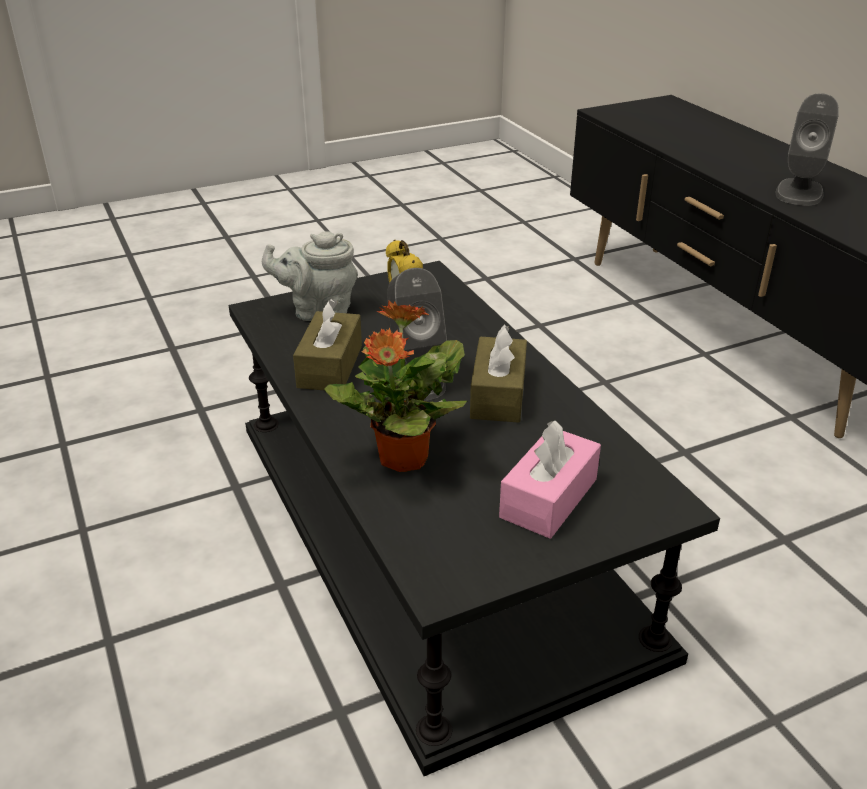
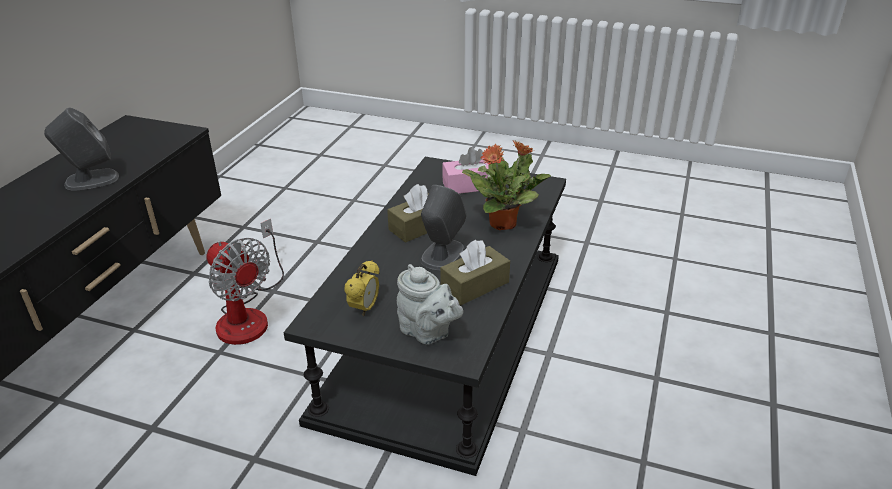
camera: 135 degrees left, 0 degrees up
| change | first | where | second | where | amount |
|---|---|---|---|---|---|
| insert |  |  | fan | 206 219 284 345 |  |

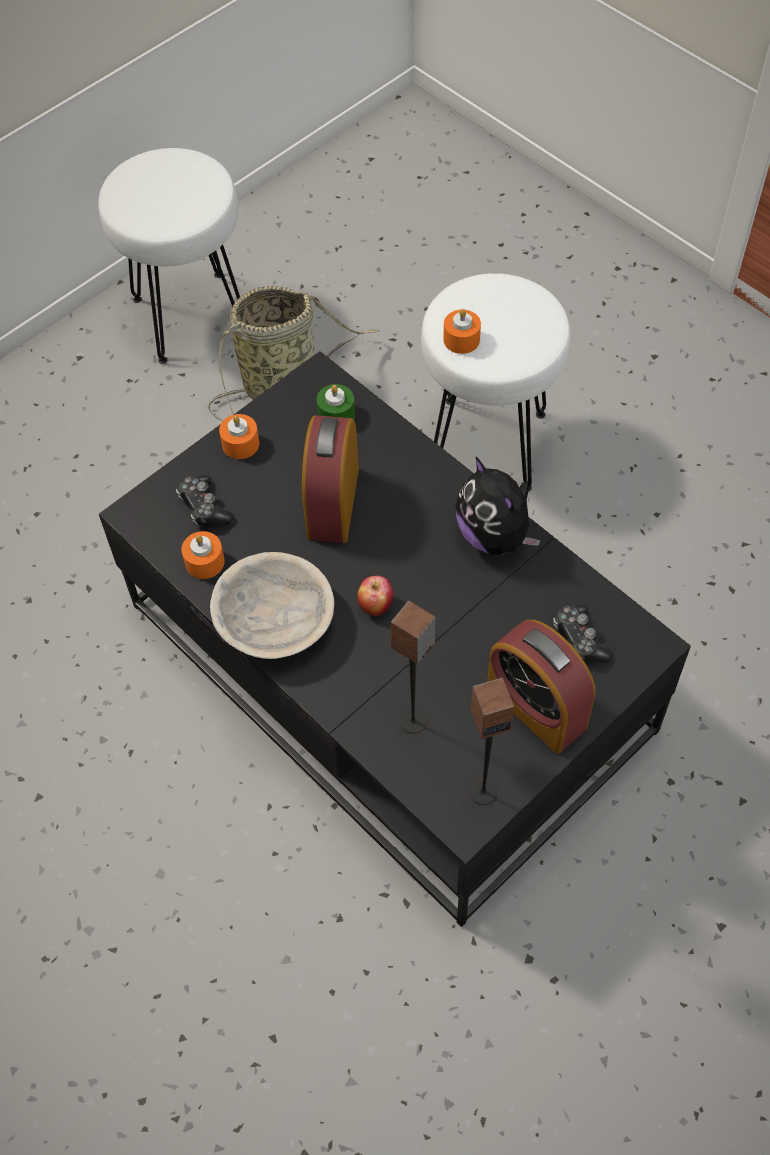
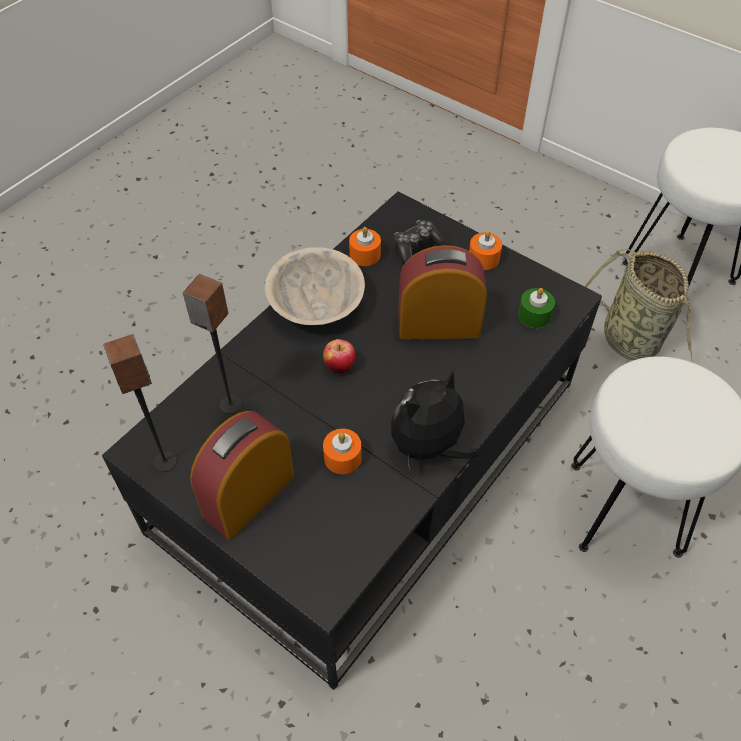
camera: 80 degrees right, 5 degrees down
| change | first | where | second | where | amount |
|---|---|---|---|---|---|
| move | orange candle | 443 309 481 354 |  | 323 429 362 474 |  |
| delete | game controller | 553 604 612 663 |  |  |  |

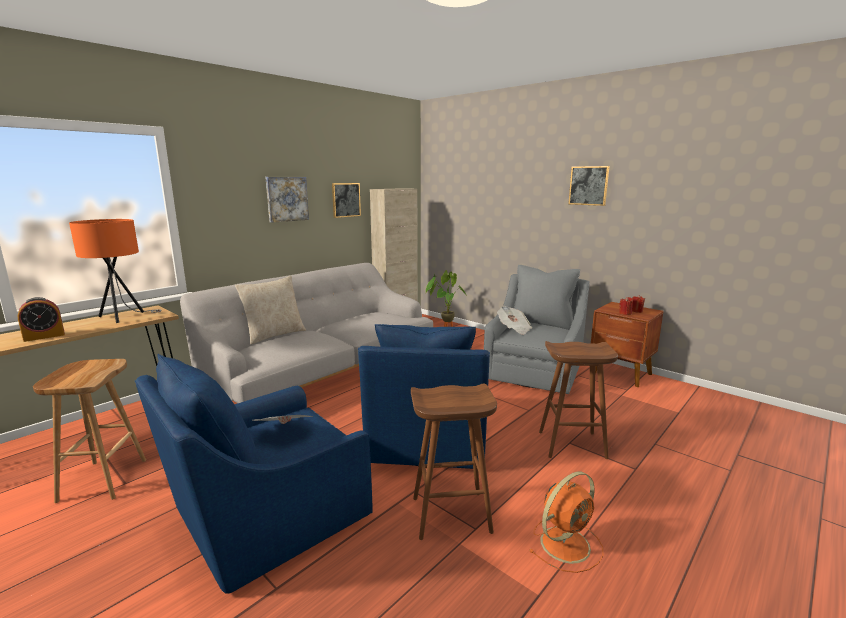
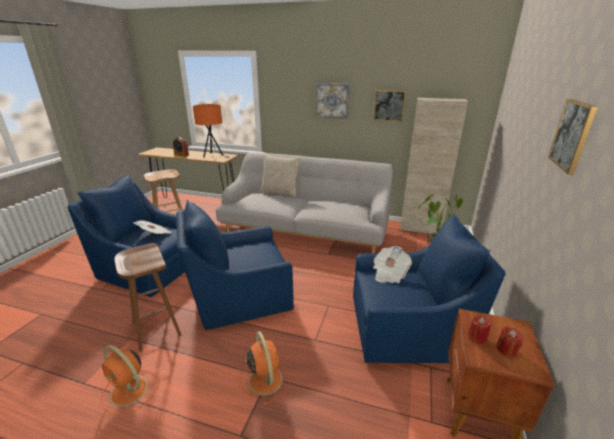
camera: 65 degrees right, 10 degrees up
| change | first | where | second | where | amount |
|---|---|---|---|---|---|
| replace | brown stool | 539 341 618 459 | orange fan | 240 331 290 405 |  |
| recolor | grey armchair | 484 265 590 394 | blue armchair | 353 214 505 363 |  |

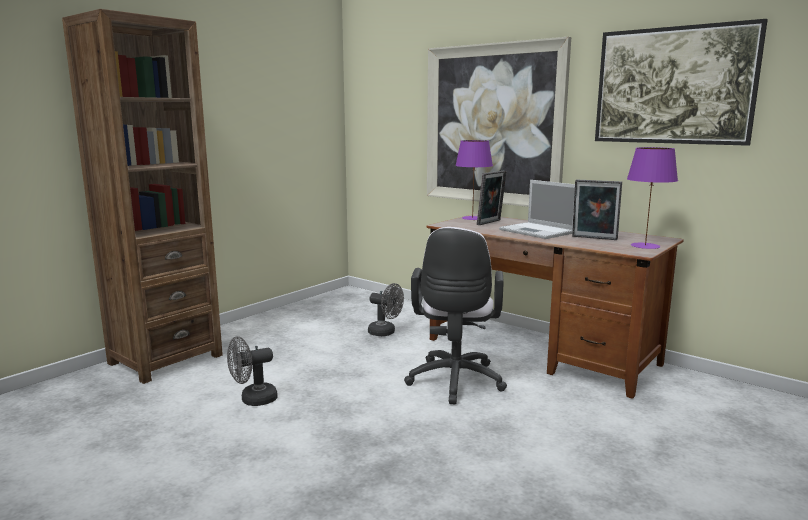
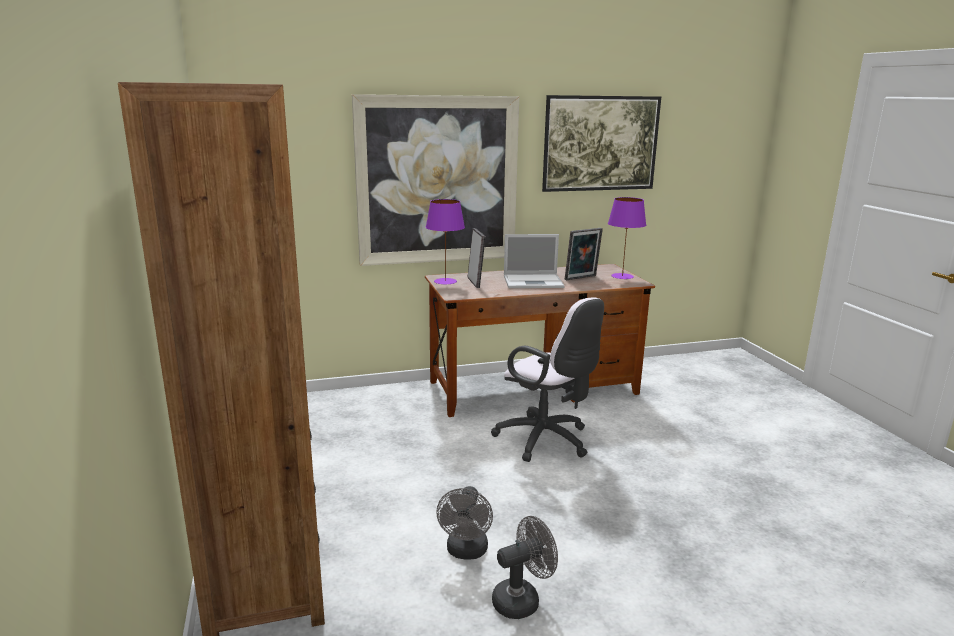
camera: 55 degrees left, 5 degrees up
| change | first | where | second | where | amount |
|---|---|---|---|---|---|
| move | grey fan | 368 283 404 336 |  | 492 516 558 619 |  |

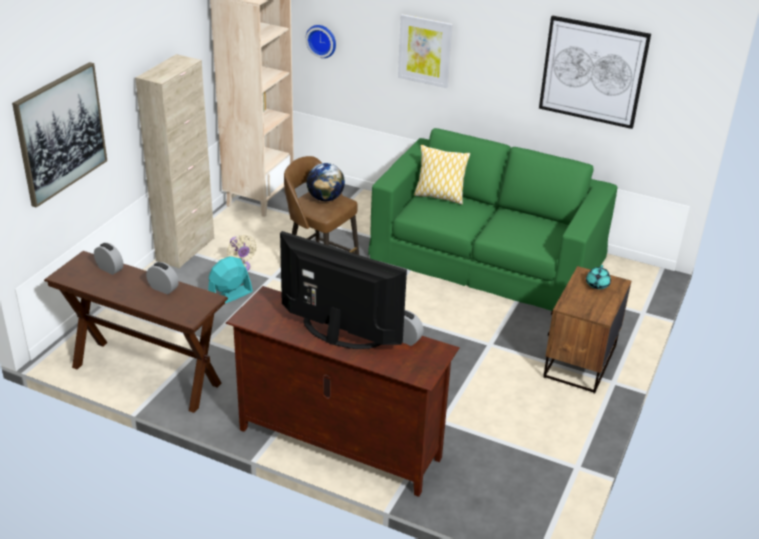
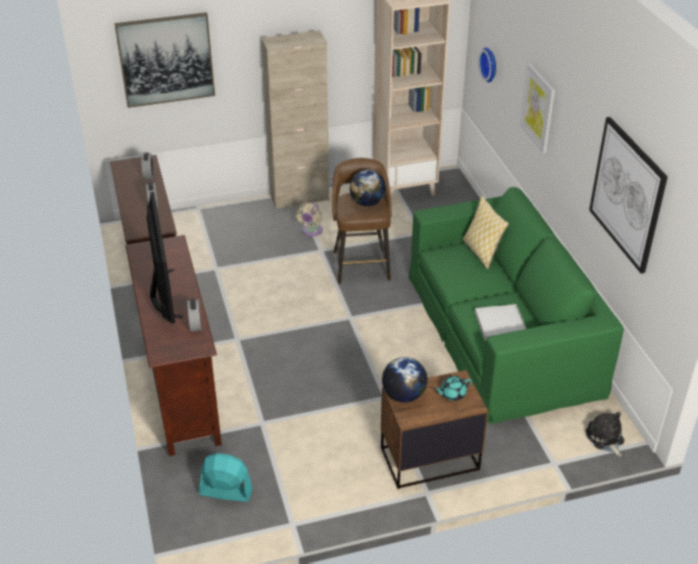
camera: 50 degrees right, 5 degrees up
| change | first | where | second | where | amount |
|---|---|---|---|---|---|
| move | turquoise fan | 208 256 253 303 |  | 199 453 253 502 |  |
| insert |  |  | globe | 382 357 427 403 |  |
| insert |  |  | white tray | 475 304 526 341 |  |
| insert |  |  | plush toy | 586 412 624 457 |  |

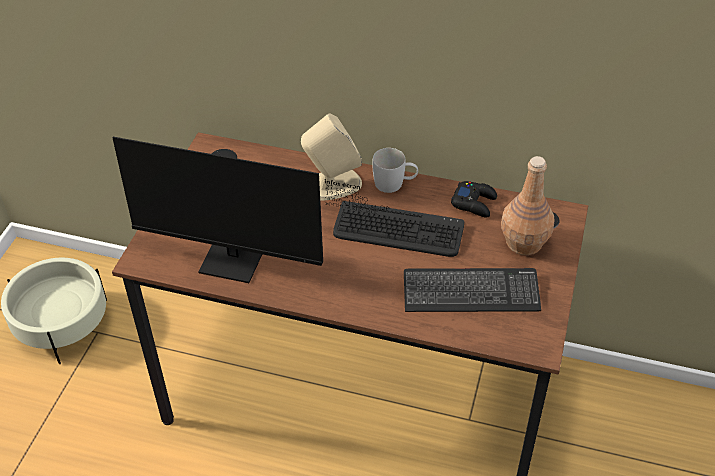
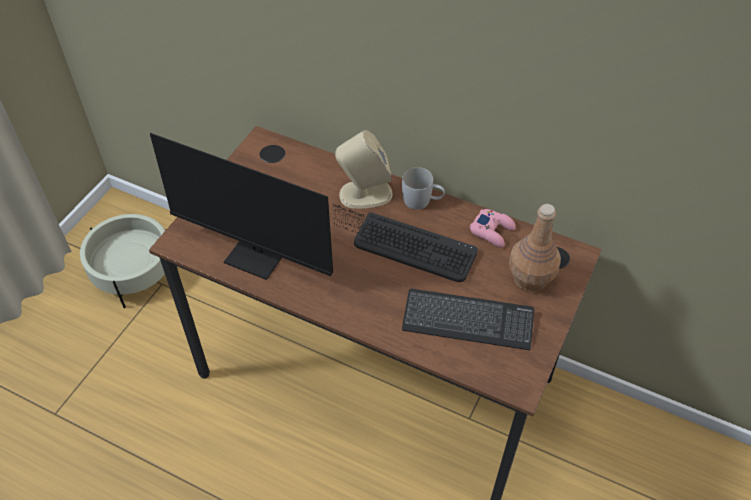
camera: 10 degrees right, 5 degrees up
| change | first | where | second | where | amount |
|---|---|---|---|---|---|
| recolor | black game controller | 451 181 497 218 | pink game controller | 470 209 516 248 |  |

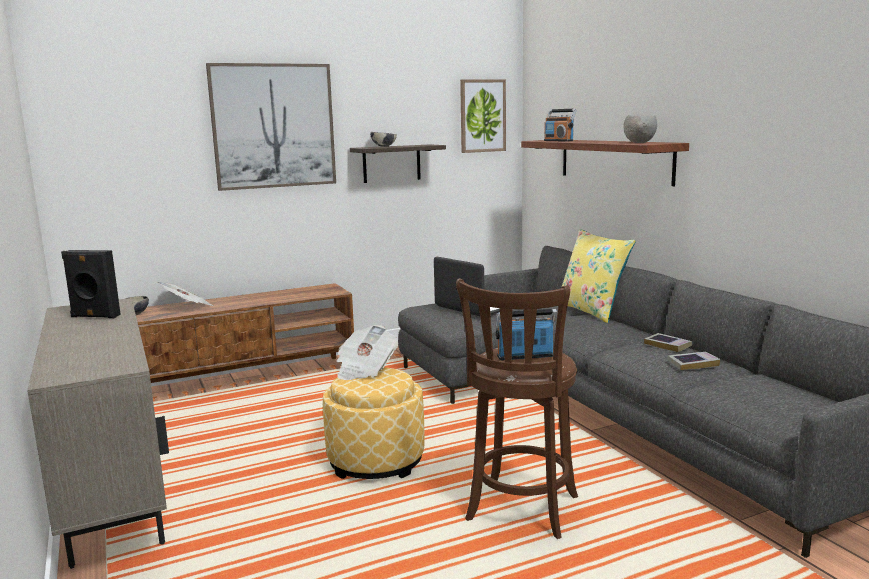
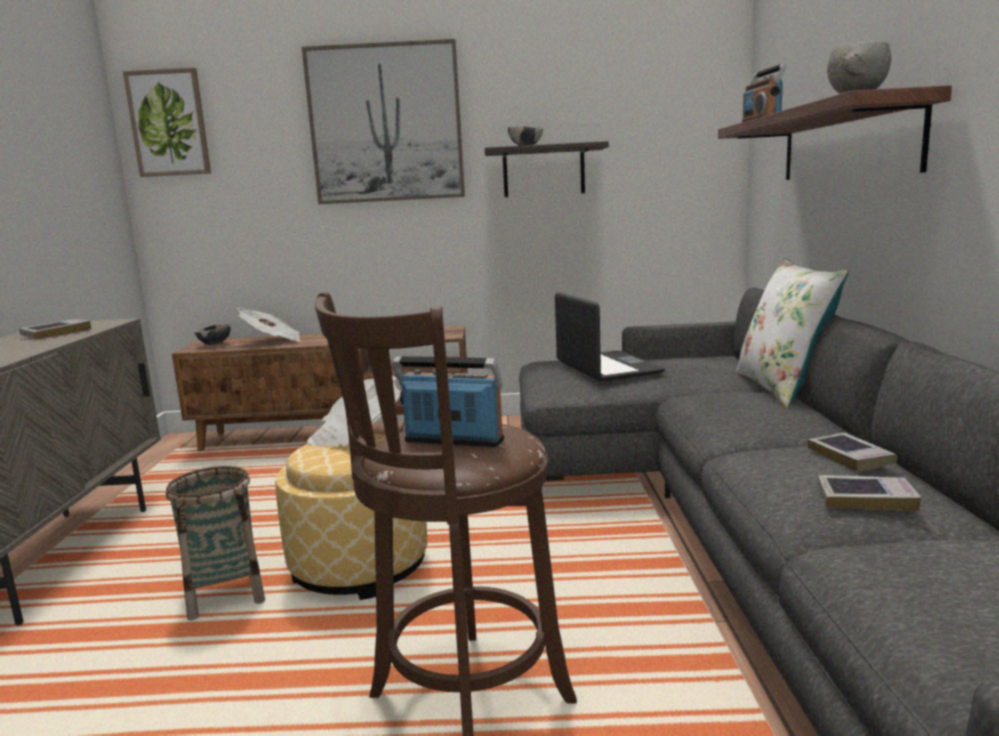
camera: 25 degrees right, 0 degrees up
| change | first | where | second | where | amount |
|---|---|---|---|---|---|
| replace | black speaker | 61 250 121 318 | book | 19 319 91 339 |  |
| move | picture | 460 79 506 153 |  | 123 68 211 177 |  |
| insert |  |  | basket | 166 466 265 621 |  |
| recolor | yellow pillow | 562 229 636 323 | white pillow | 736 258 849 408 |  |

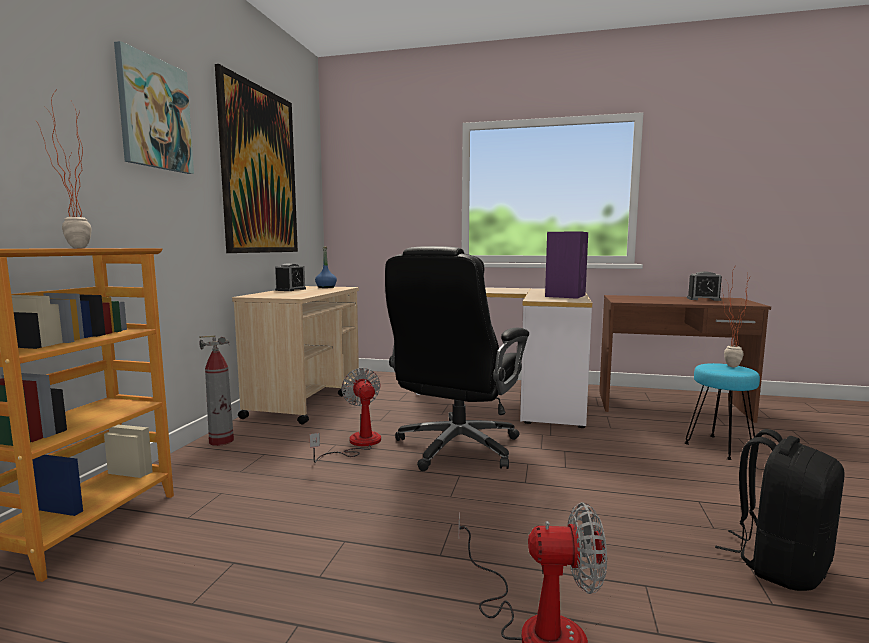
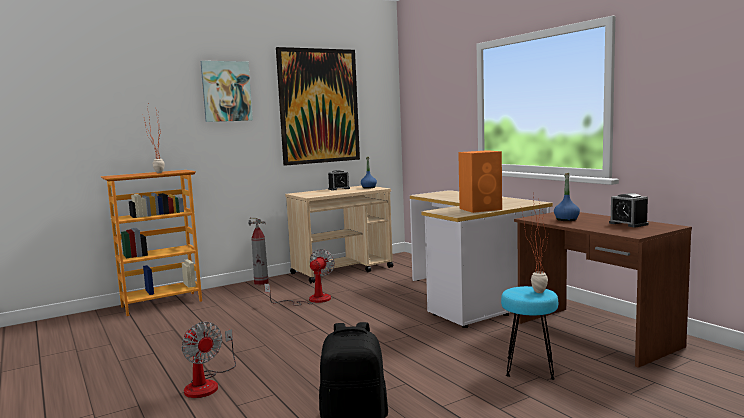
camera: 45 degrees right, 0 degrees up
| change | first | where | second | where | amount |
|---|---|---|---|---|---|
| recolor | purple speaker | 545 231 588 299 | orange speaker | 458 150 502 213 |  |
| insert |  |  | blue bottle | 554 173 580 221 |  |
| delete | black office chair | 385 246 529 471 |  |  |  |

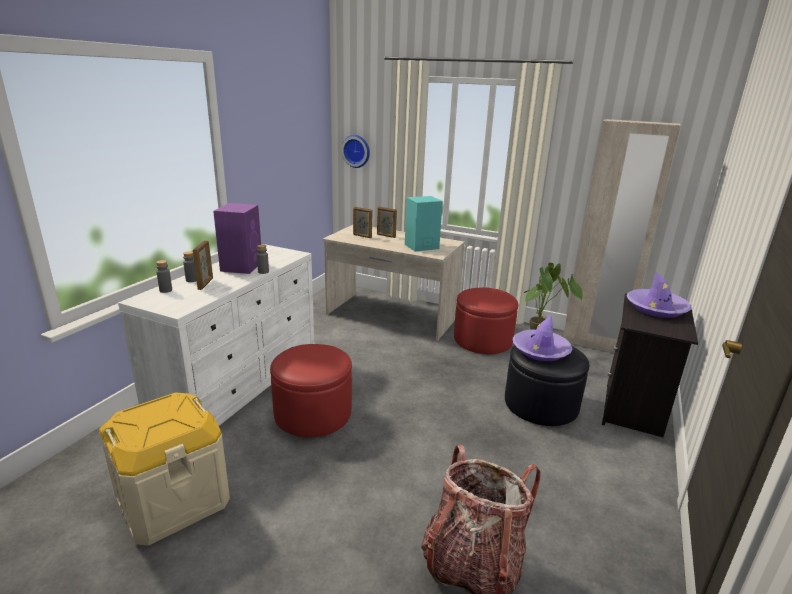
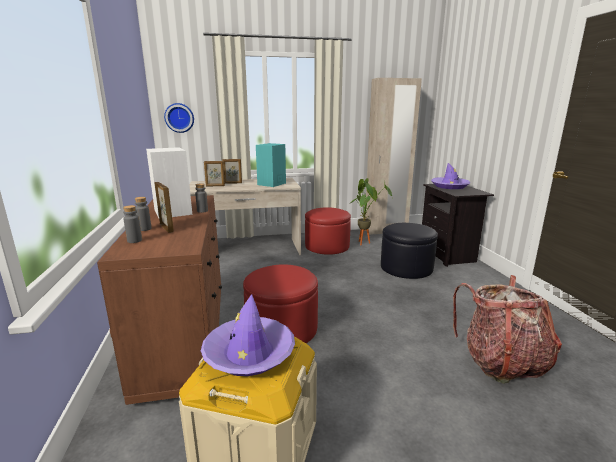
camera: 35 degrees left, 5 degrees down
| change | first | where | second | where | amount |
|---|---|---|---|---|---|
| recolor | white dresser | 118 244 315 426 | brown dresser | 97 195 222 405 |  |
| recolor | purple speaker | 213 203 261 274 | white speaker | 146 147 193 218 |  |
| move | purple hat | 513 315 572 361 |  | 201 294 295 376 |  |

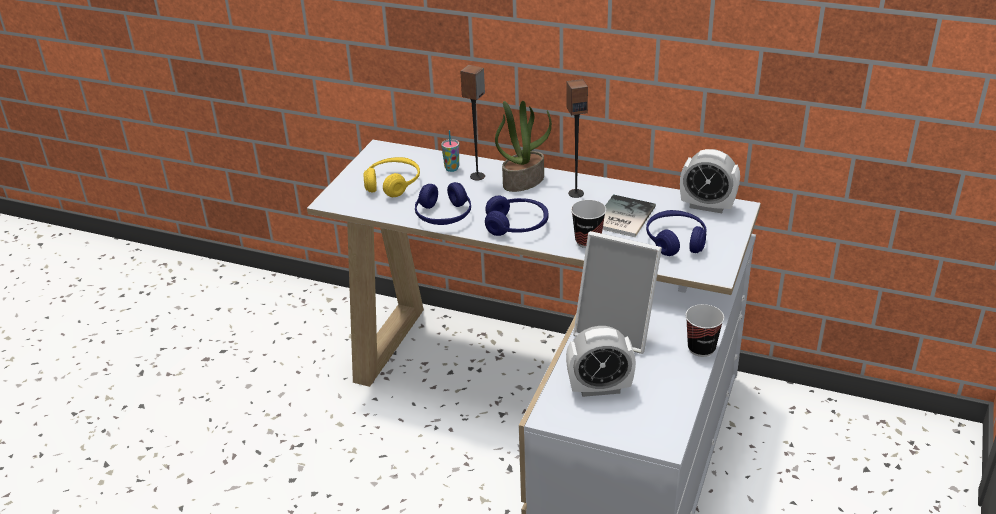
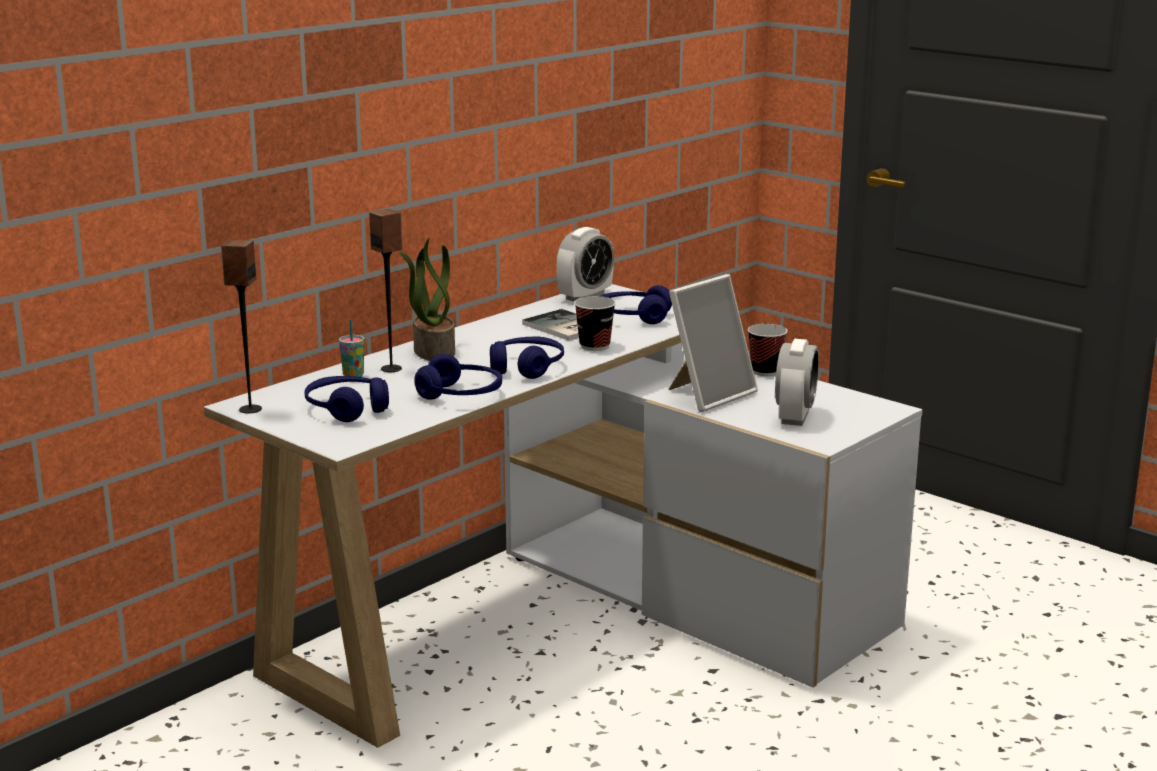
camera: 70 degrees left, 15 degrees down
| change | first | where | second | where | amount |
|---|---|---|---|---|---|
| move | speaker | 567 79 588 198 |  | 221 240 262 414 |  |
| recolor | yellow headphones | 364 157 420 197 | blue headphones | 304 376 389 422 |  |

